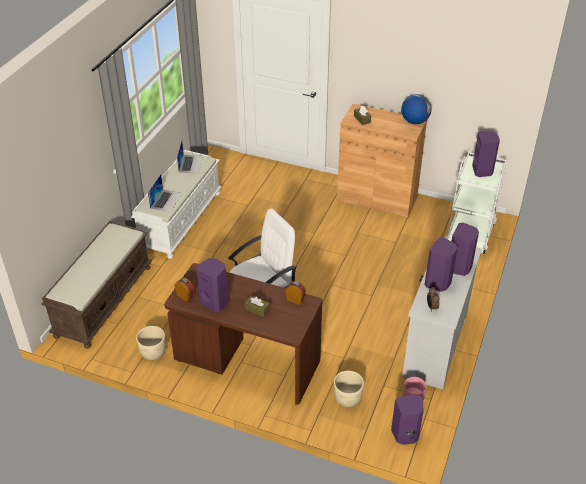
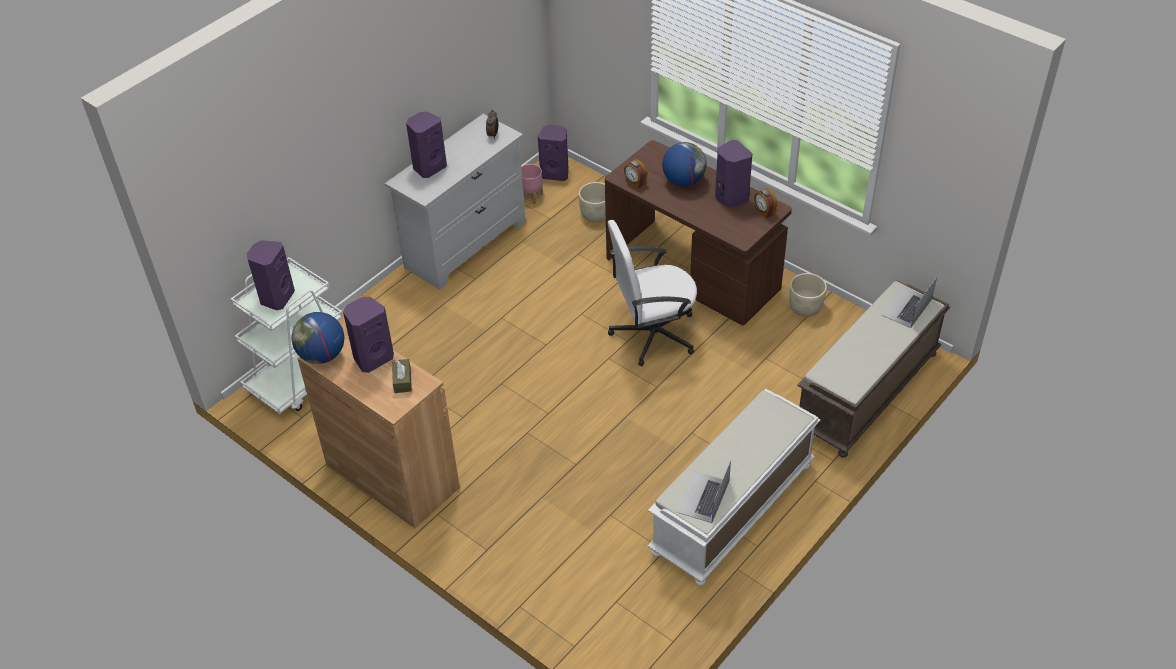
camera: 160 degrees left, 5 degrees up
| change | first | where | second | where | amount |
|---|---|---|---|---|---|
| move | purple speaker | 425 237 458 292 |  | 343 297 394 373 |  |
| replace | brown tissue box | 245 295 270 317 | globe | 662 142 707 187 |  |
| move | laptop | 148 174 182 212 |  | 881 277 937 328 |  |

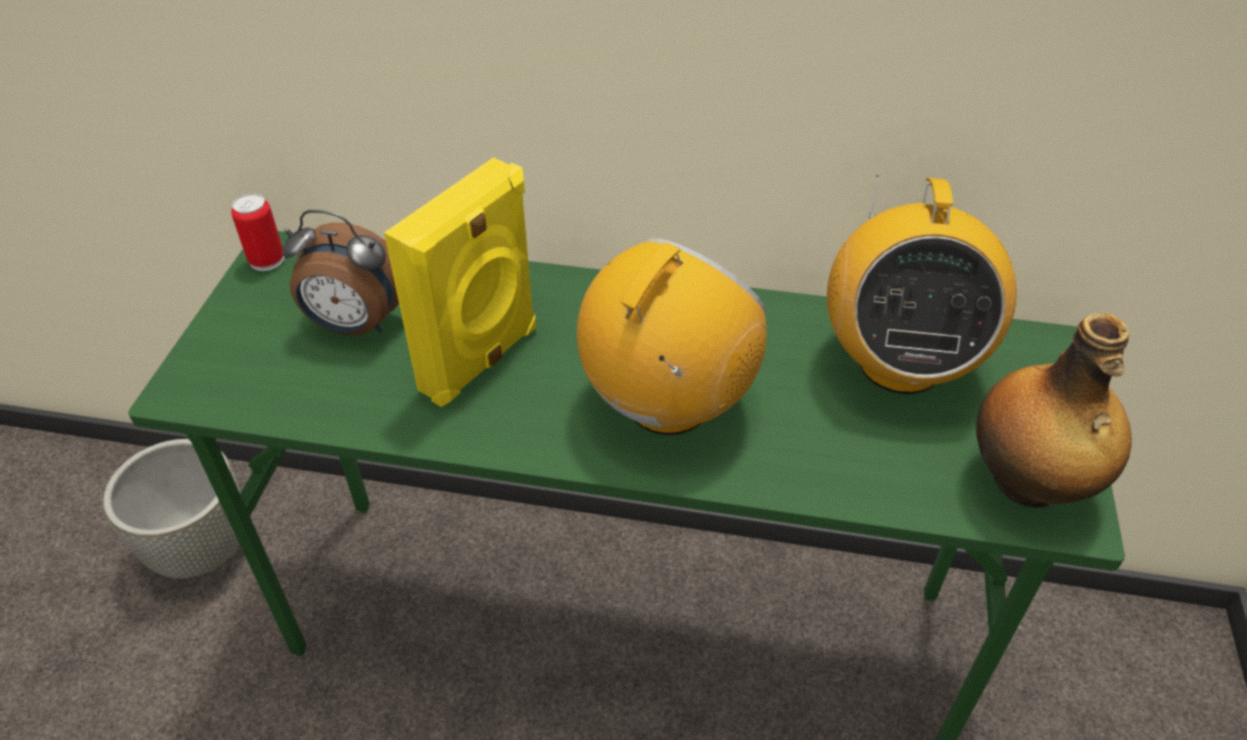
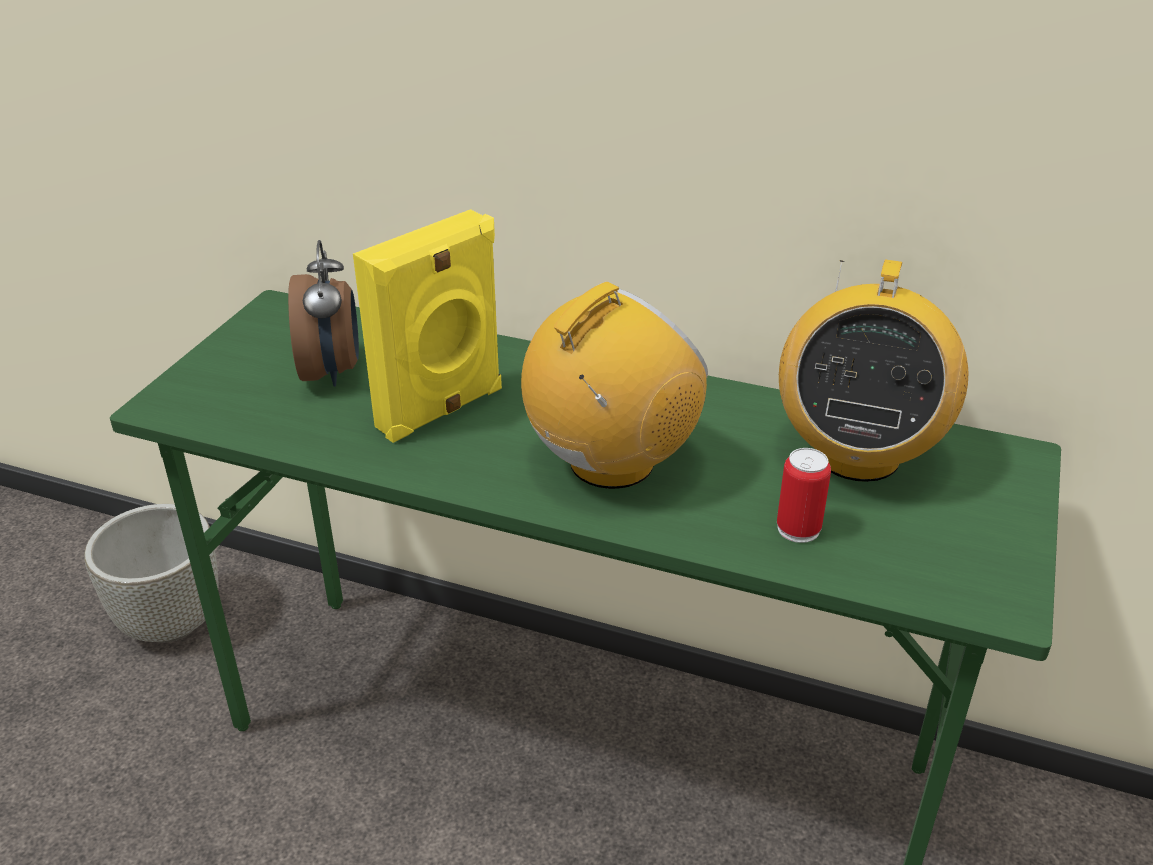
camera: 10 degrees right, 10 degrees down
| change | first | where | second | where | amount |
|---|---|---|---|---|---|
| rotate | alarm clock | 282 210 399 335 |  | 288 240 359 387 | 120 degrees counterclockwise |
| move | can | 231 194 284 271 |  | 777 448 831 543 |  |
| delete | bottle | 976 313 1132 508 |  |  |  |

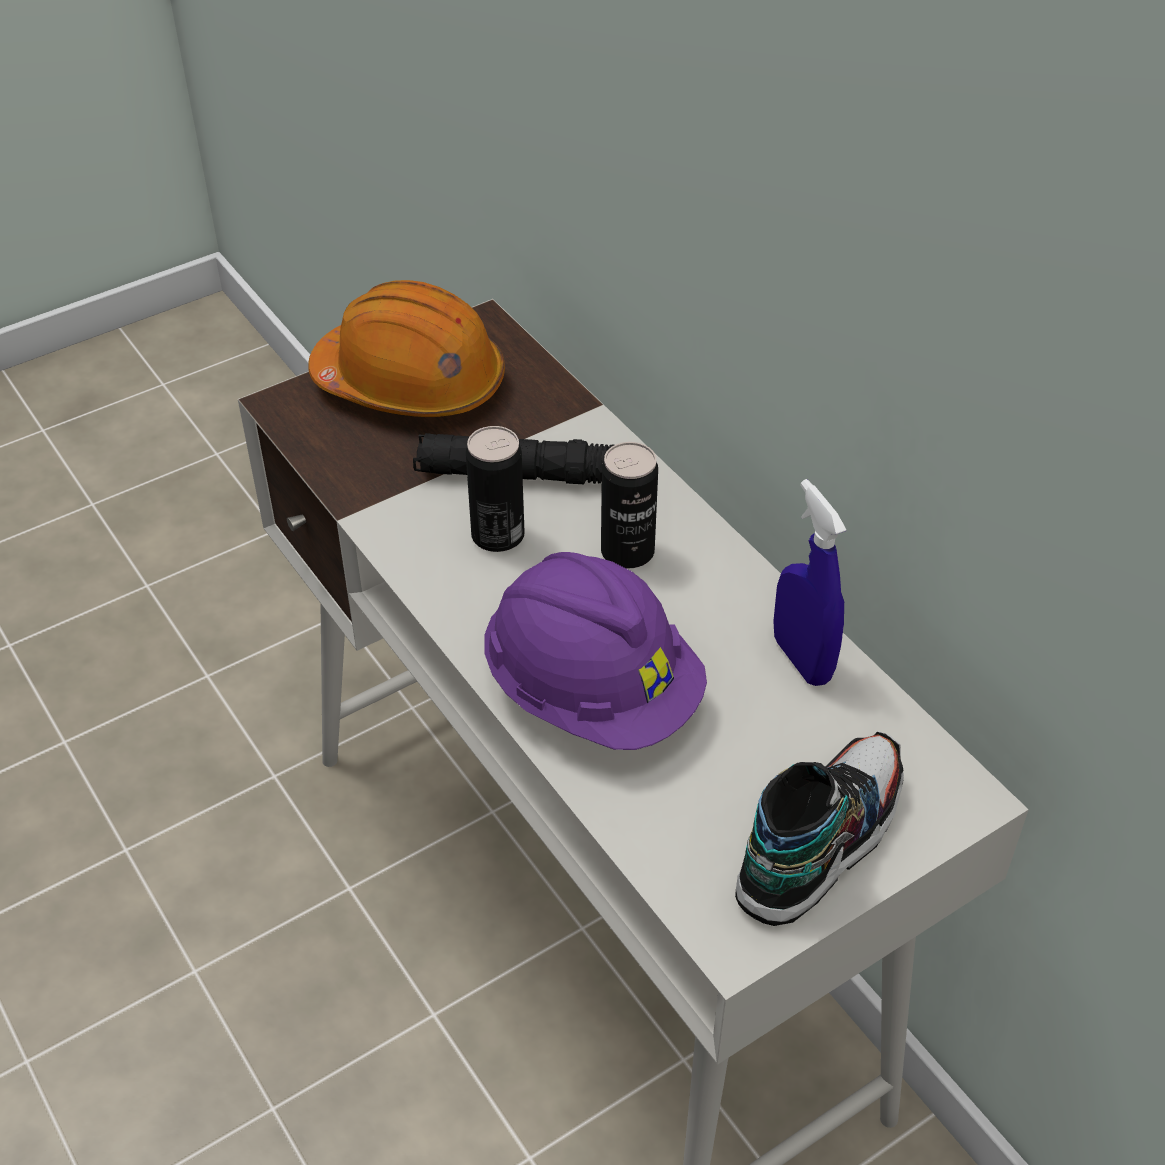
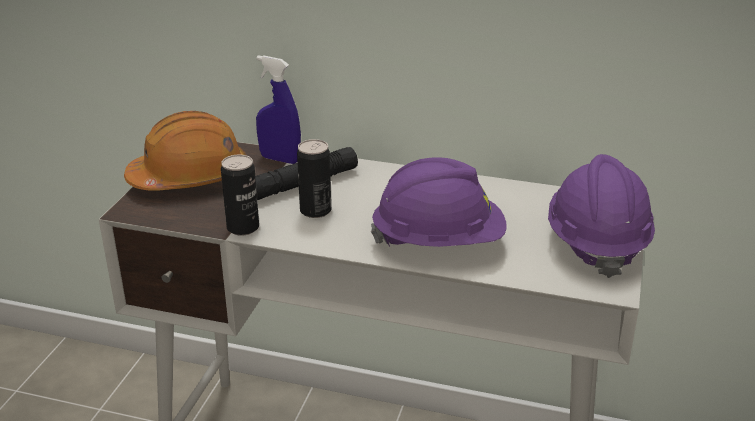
camera: 40 degrees left, 15 degrees down
| change | first | where | second | where | amount |
|---|---|---|---|---|---|
| move | can | 601 442 658 569 |  | 221 155 259 236 |  |
| move | blue spray bottle | 773 479 846 686 |  | 256 55 301 164 |  |
| replace | shoe | 735 731 904 926 | purple hard hat | 548 154 655 278 |  |

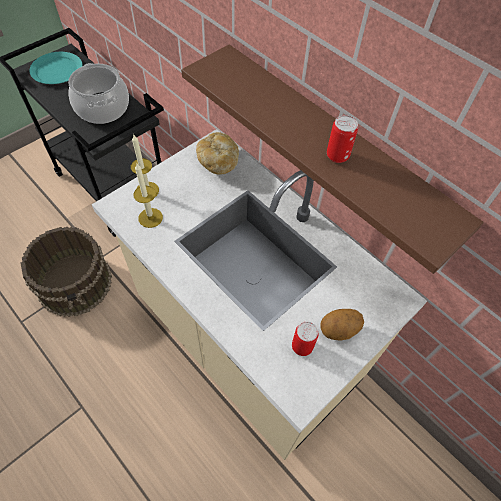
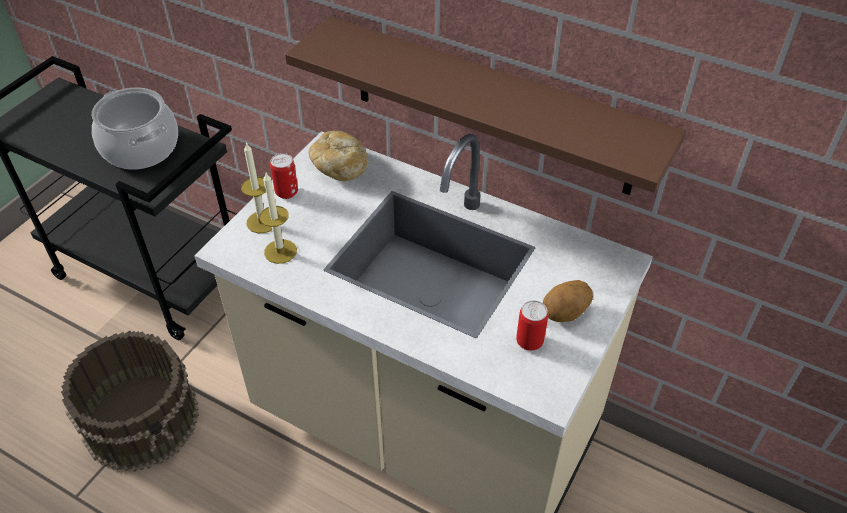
camera: 15 degrees left, 10 degrees down
| change | first | where | second | where | amount |
|---|---|---|---|---|---|
| move | can | 327 115 358 163 |  | 270 153 298 199 |  |
| delete | turquoise plate | 29 52 83 84 |  |  |  |

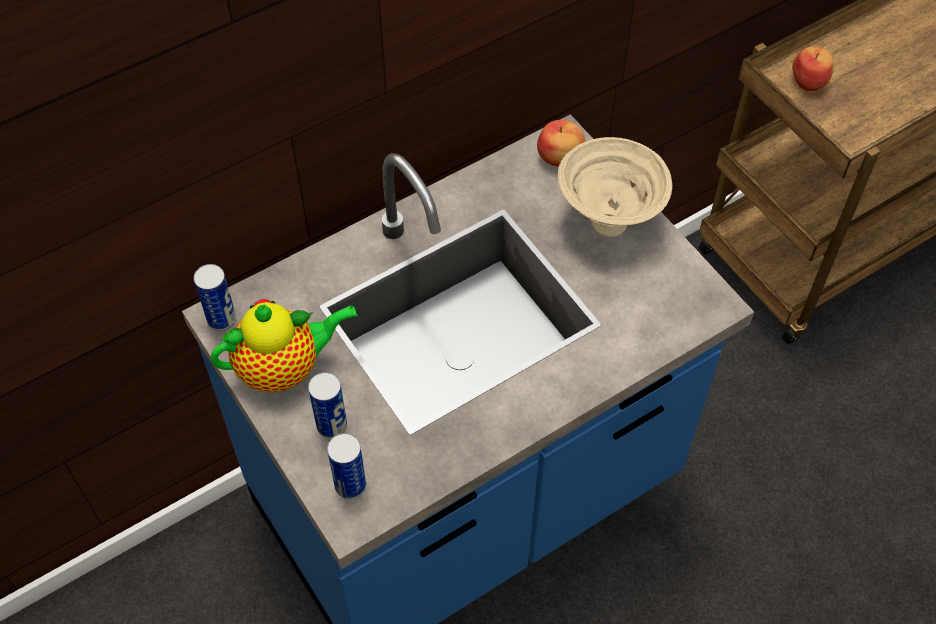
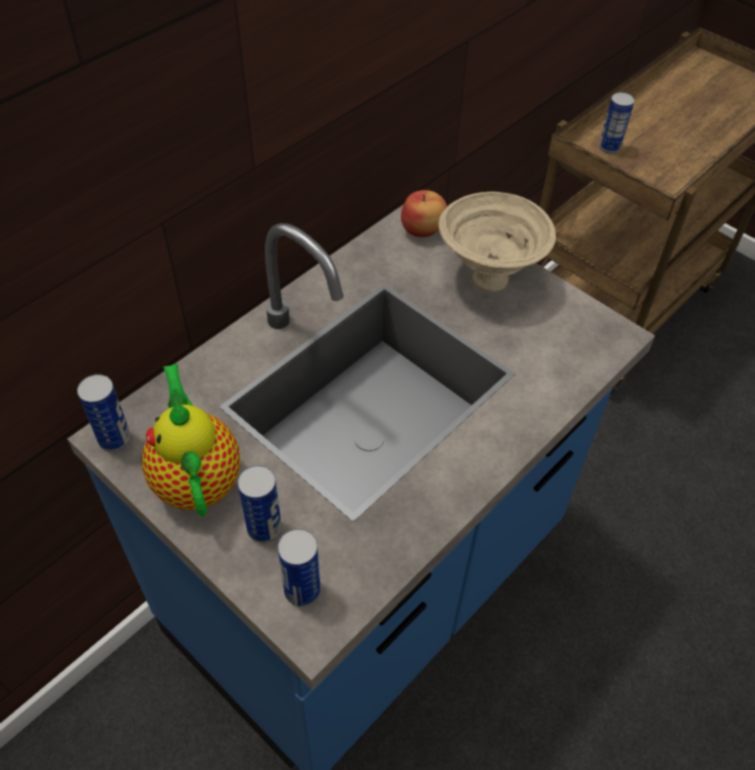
camera: 15 degrees left, 5 degrees down
| change | first | where | second | where | amount |
|---|---|---|---|---|---|
| rotate | teapot | 211 299 357 393 |  | 142 364 240 516 | 75 degrees counterclockwise |
| replace | apple | 792 46 834 91 | can | 599 92 634 154 |  |

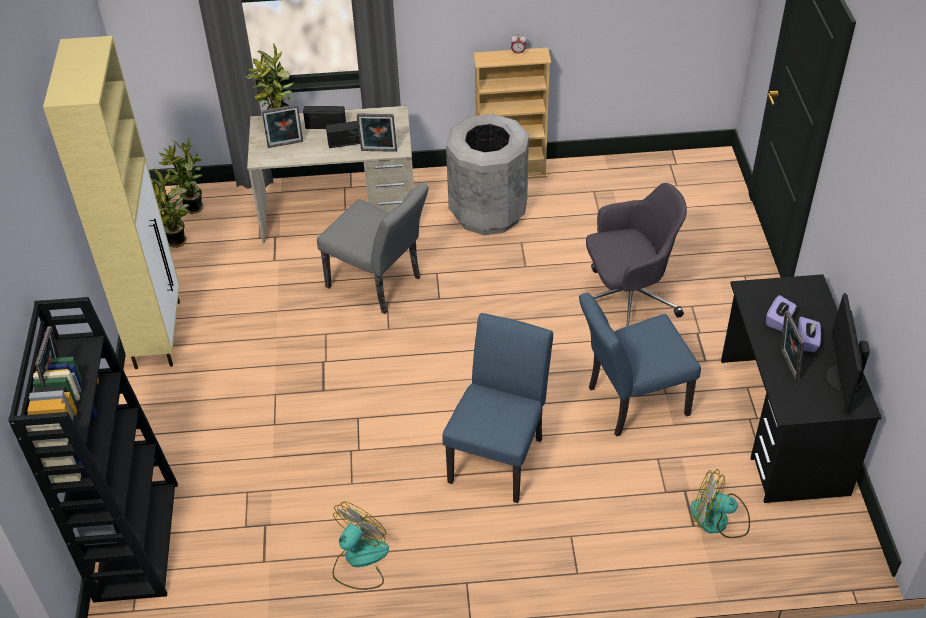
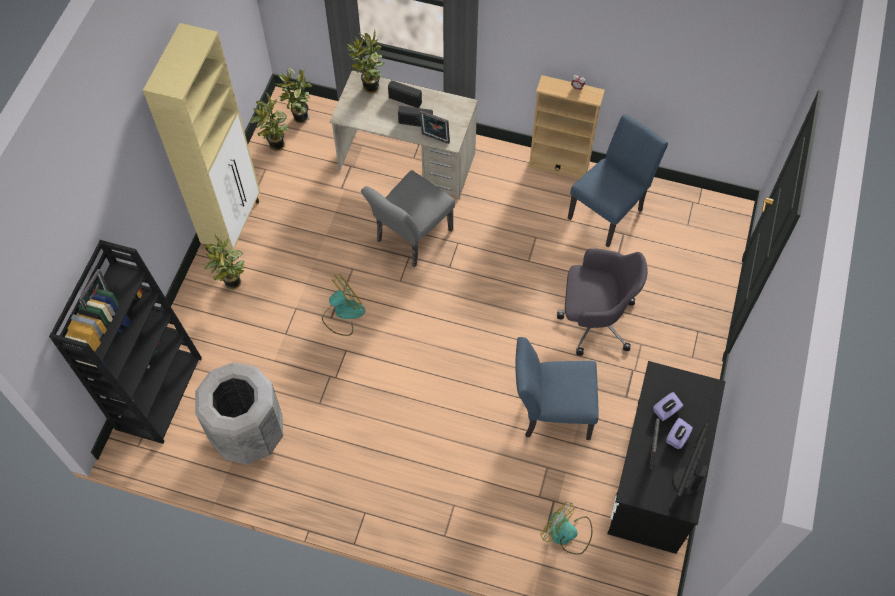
camera: 20 degrees right, 15 degrees up
| change | first | where | second | where | amount |
|---|---|---|---|---|---|
| move | grey trash can | 446 114 529 235 |  | 195 362 283 464 |  |
| insert |  |  | potted plant | 204 234 245 290 |  |
| move | fan | 333 502 389 590 |  | 322 274 365 336 |  |
| rotate | grey chair | 317 182 429 314 |  | 361 170 455 268 | 75 degrees clockwise |
| move | blue chair | 442 313 553 503 |  | 568 114 668 247 |  |
| delete | picture frame | 262 105 303 148 |  |  |  |

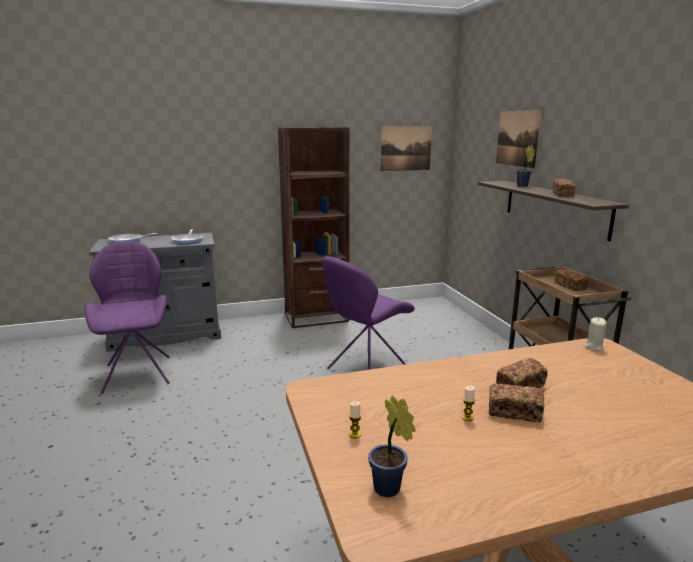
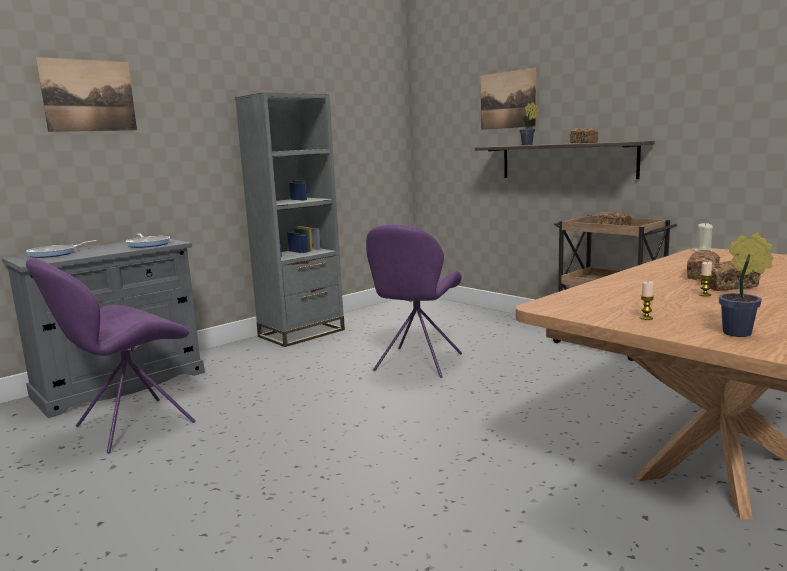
camera: 25 degrees left, 5 degrees down
| change | first | where | second | where | amount |
|---|---|---|---|---|---|
| rotate | purple chair | 84 241 170 394 |  | 26 258 195 453 | 90 degrees counterclockwise |
| move | picture | 380 126 432 171 |  | 36 57 137 132 |  |
| recolor | brown bookcase | 278 127 349 328 | grey bookcase | 235 92 345 347 |  |

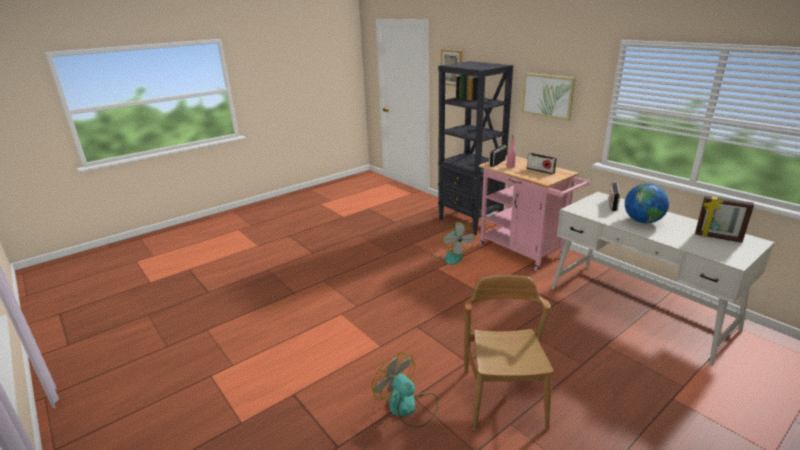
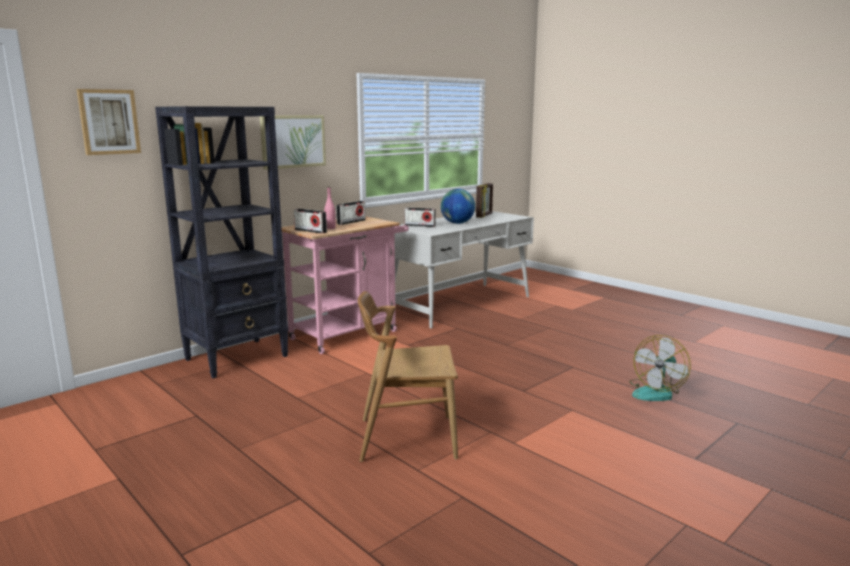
camera: 95 degrees left, 10 degrees down
| change | first | where | second | where | amount |
|---|---|---|---|---|---|
| move | brown chair | 464 275 553 431 |  | 358 291 458 462 |  |
| delete | fan | 431 221 475 265 |  |  |  |

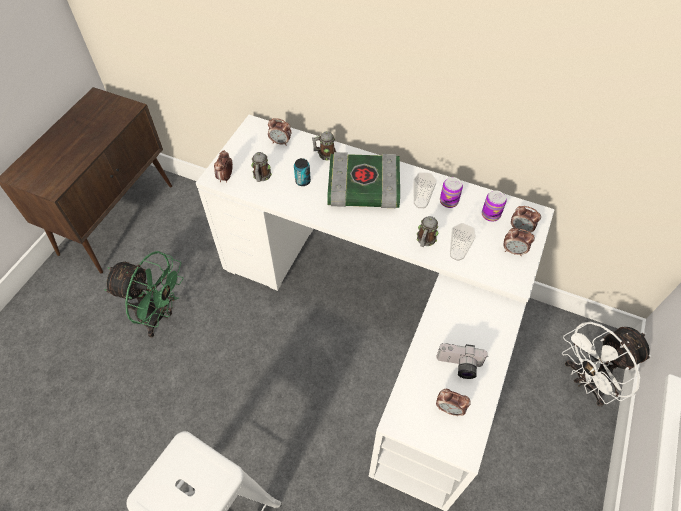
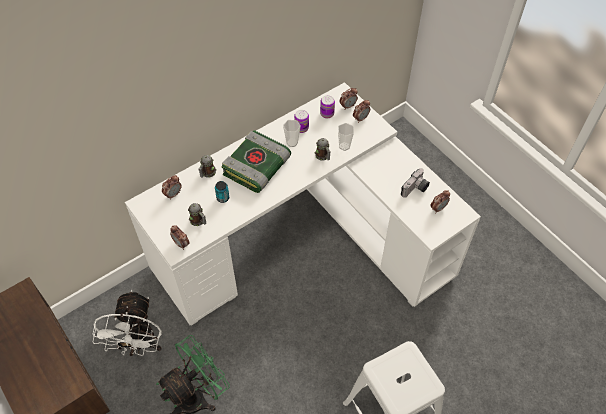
camera: 60 degrees left, 0 degrees up
| change | first | where | second | where | amount |
|---|---|---|---|---|---|
| move | white fan | 562 322 651 407 |  | 93 290 162 356 |  |

